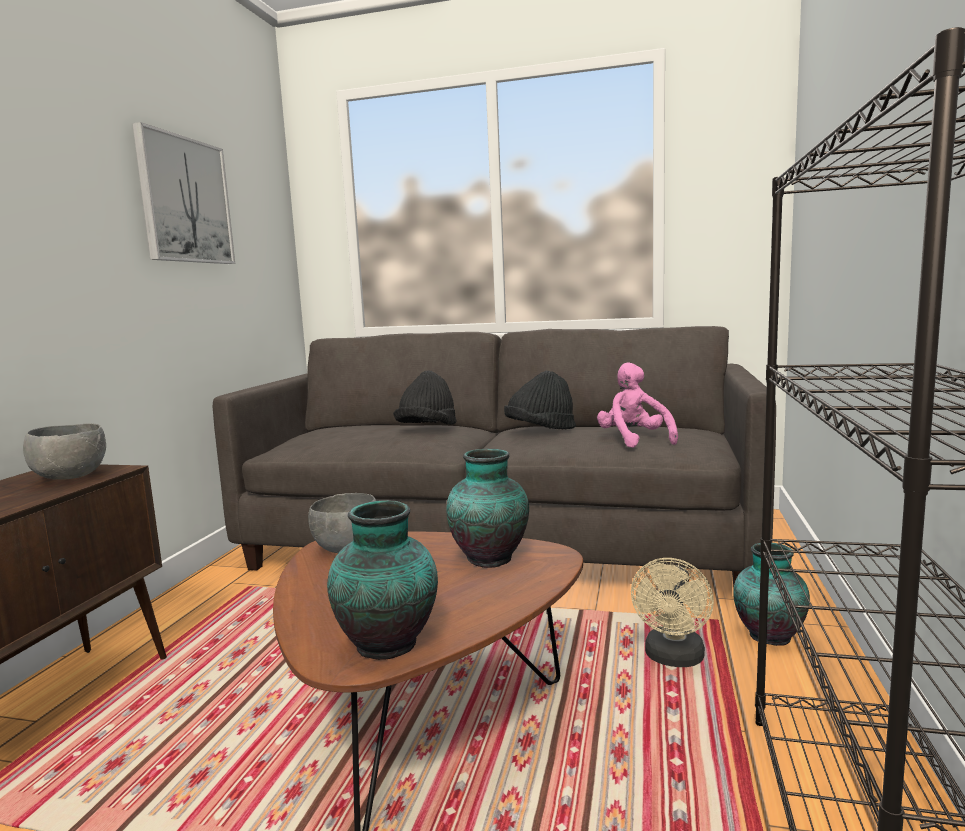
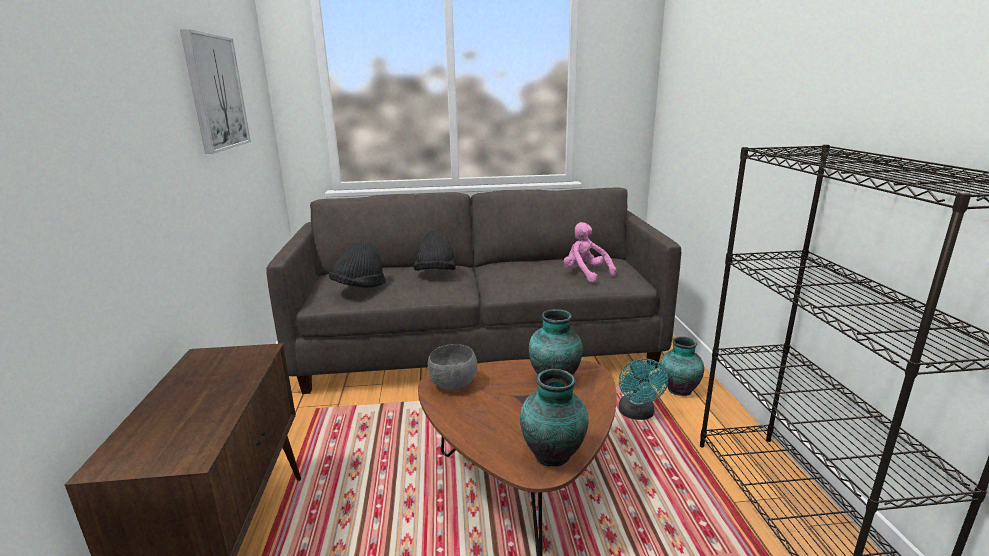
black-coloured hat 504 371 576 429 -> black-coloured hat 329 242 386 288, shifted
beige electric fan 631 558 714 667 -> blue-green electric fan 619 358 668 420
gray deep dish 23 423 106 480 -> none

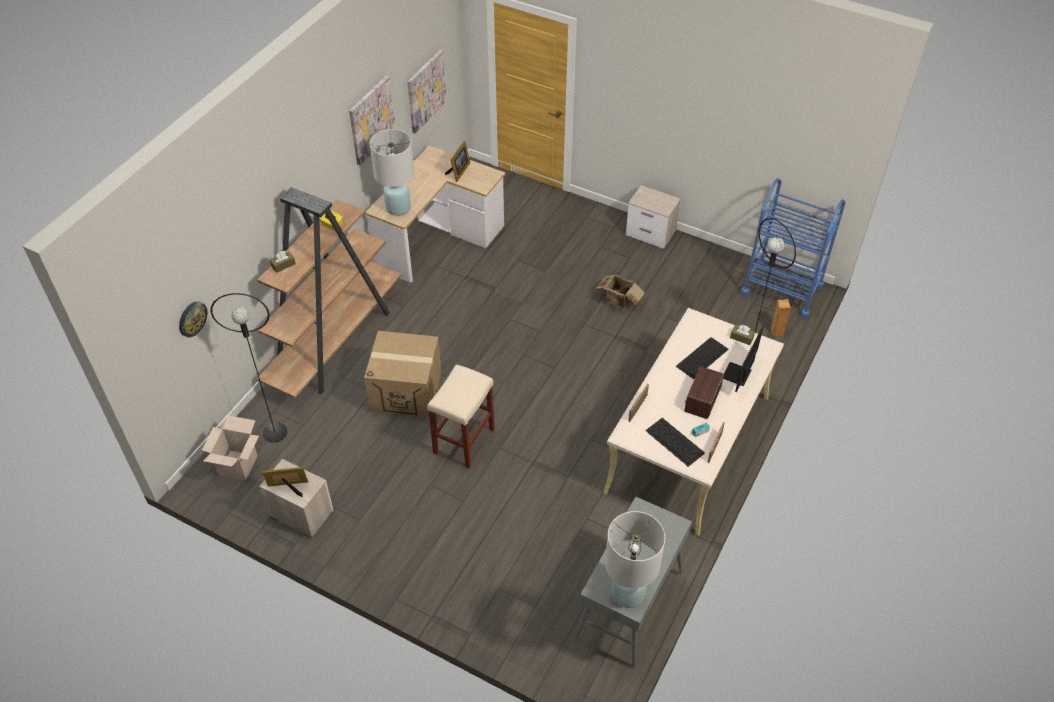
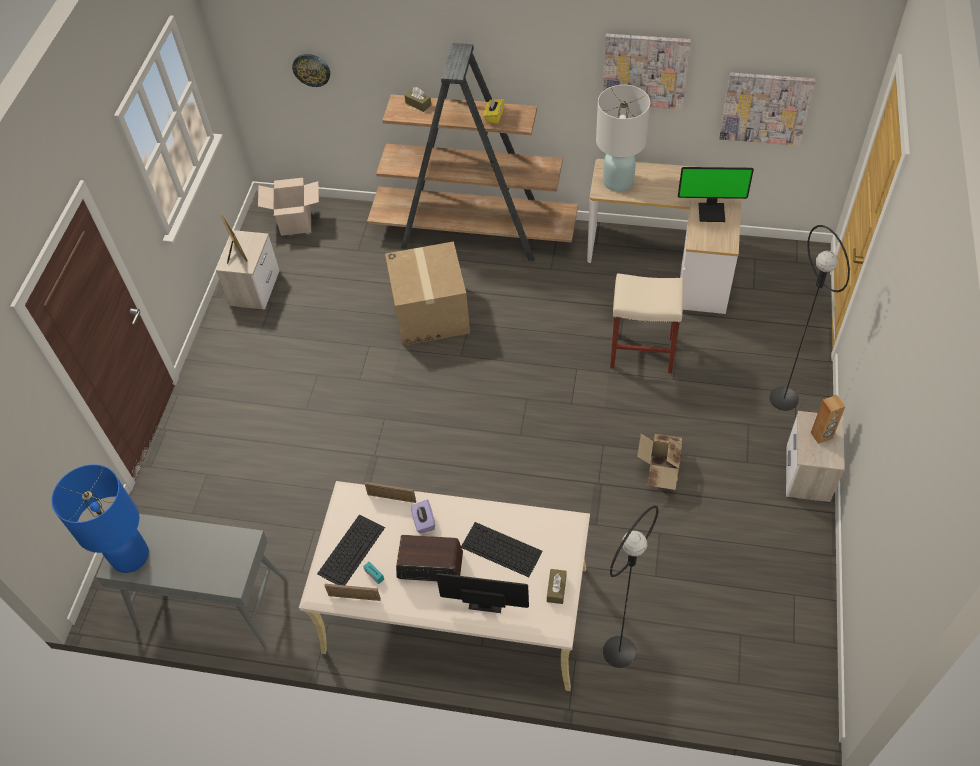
whitish lamp for a table 605 511 665 608 -> blue-coloured lamp for a table 51 464 149 573
none -> purple-coloured tissue box 411 500 435 534
beige sitting stool 427 364 495 468 -> beige sitting stool 610 273 684 373, shifted
photo frame 445 141 470 182 -> monitor 678 167 754 222
black-coloured standard lamp 210 293 287 443 -> black-coloured standard lamp 770 225 850 411, shifted
brownish audio speaker 770 299 790 337 -> brownish audio speaker 811 395 846 444, shifted
blue-coloured wheeled cart 741 178 846 319 -> none

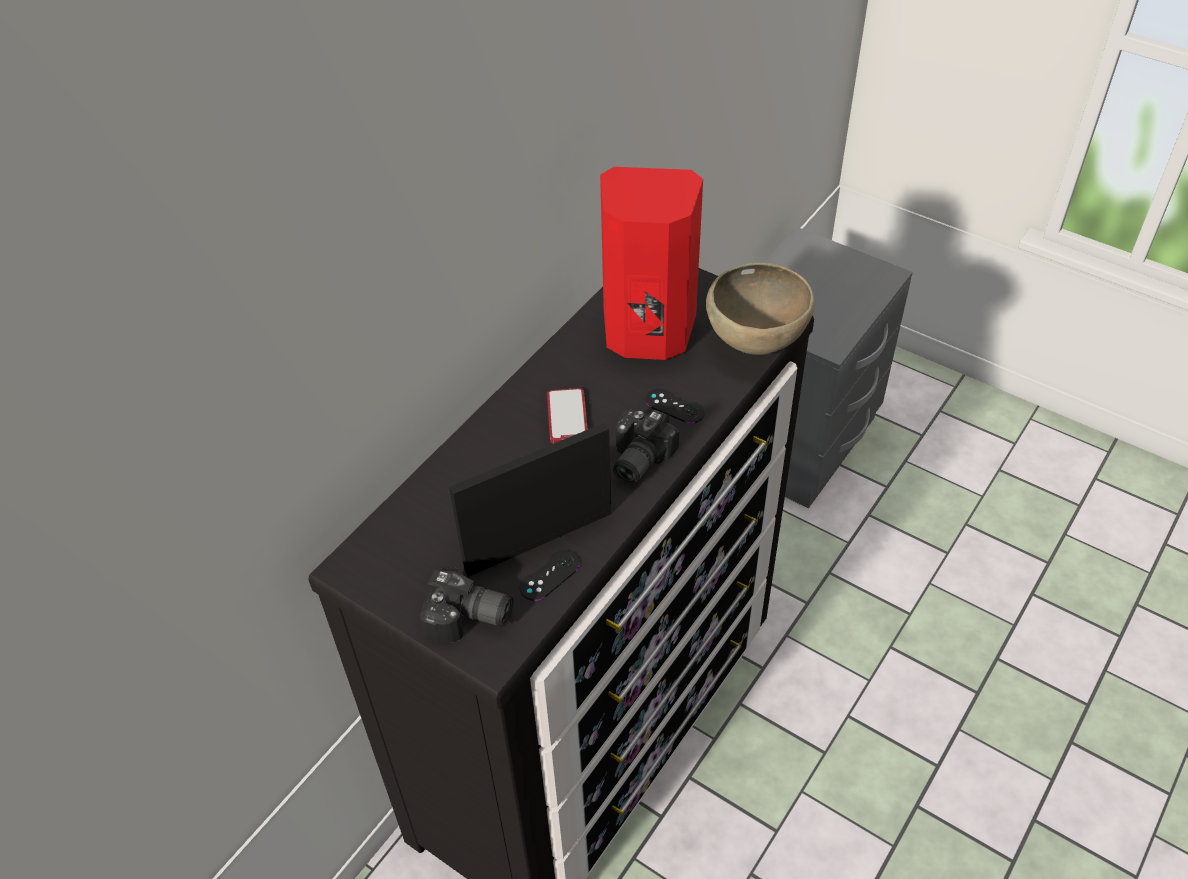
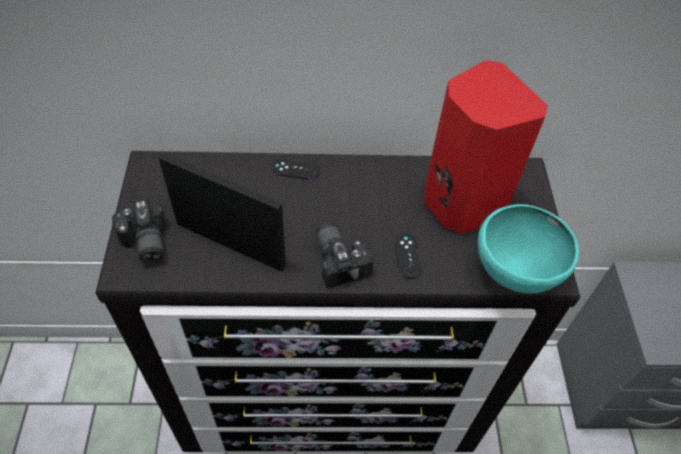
black-coloured joypad 520 550 580 601 -> black-coloured joypad 272 159 320 180, shifted
photo camera 613 409 679 485 -> photo camera 316 223 374 288, 75 degrees clockwise
brownish deep dish 706 263 815 355 -> blue-green deep dish 478 204 579 293
handset 547 388 588 444 -> none

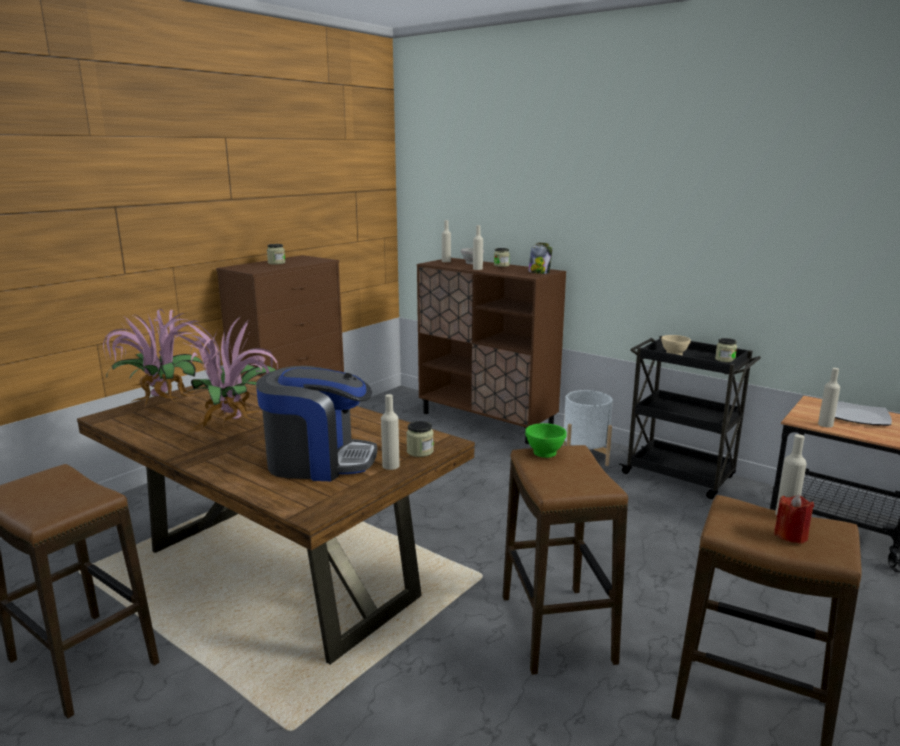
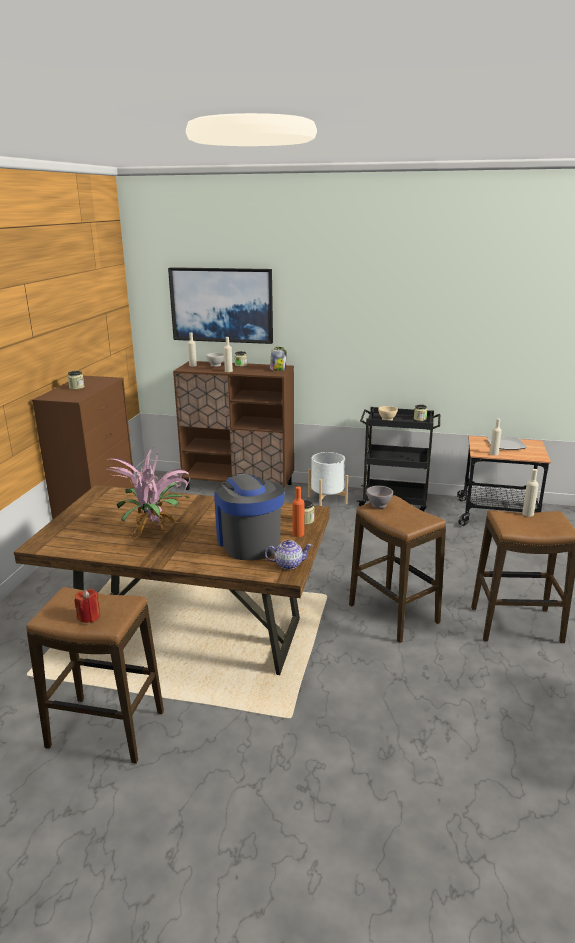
red-coloured candle 774 495 814 544 -> red-coloured candle 75 589 100 623, shifted
none -> wall art 168 267 273 344
coffee machine 256 366 377 481 -> coffee machine 214 473 285 560, 90 degrees counterclockwise
none -> tea pot 265 540 312 569
beige drink bottle 381 394 400 470 -> orangey drink bottle 292 487 304 537
green-coloured deep dish 525 423 567 458 -> gray deep dish 366 486 393 508
potted plant 103 309 203 408 -> none

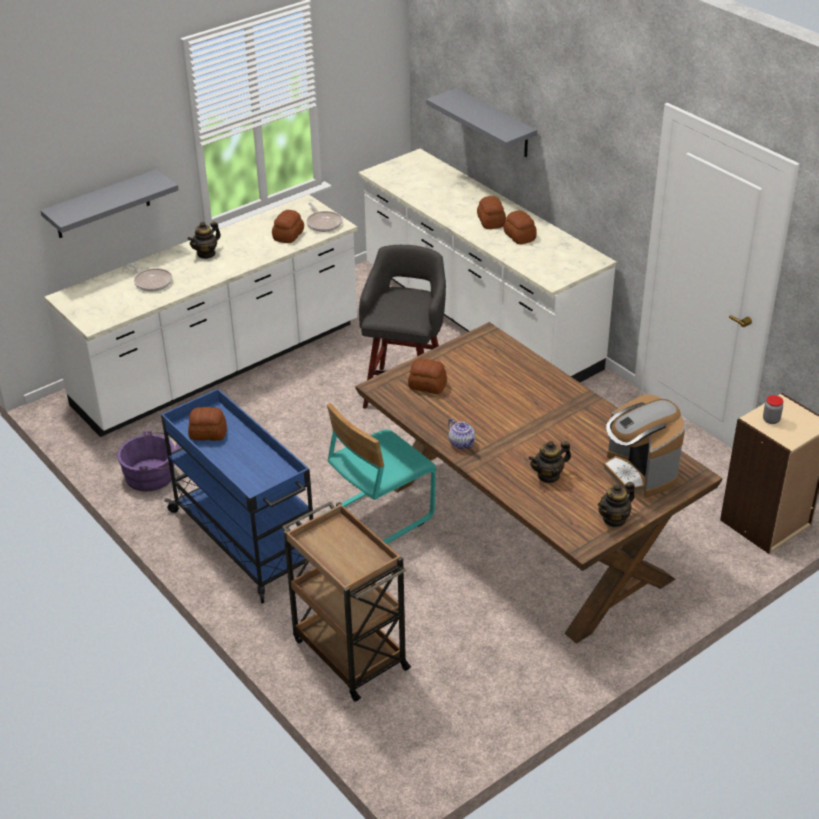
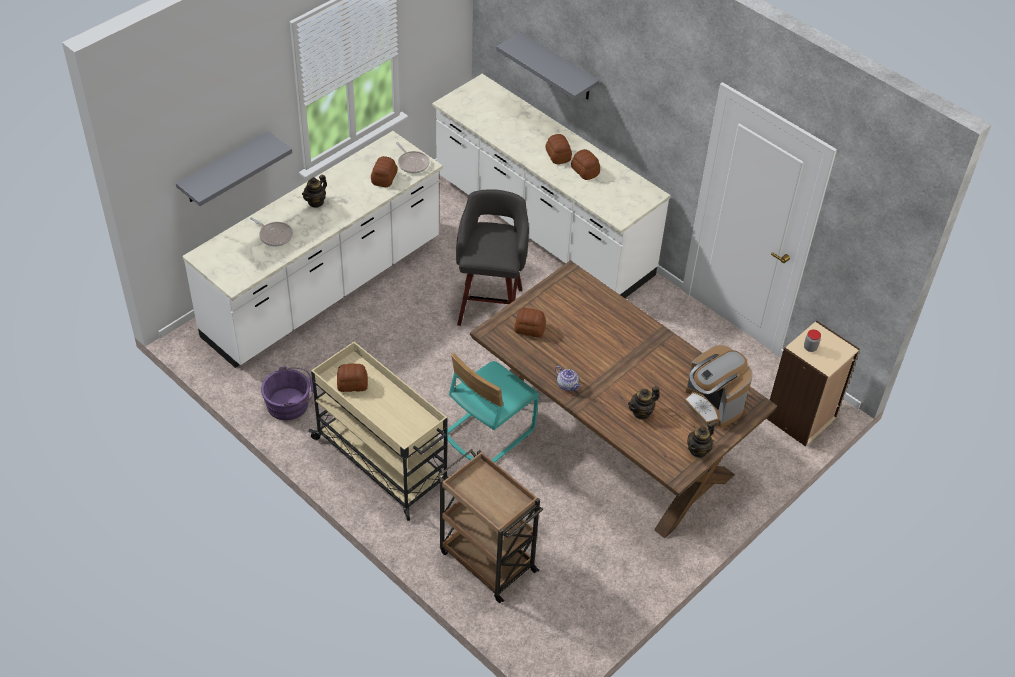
blue-coloured wheeled cart 161 389 313 604 -> beige wheeled cart 308 342 448 521

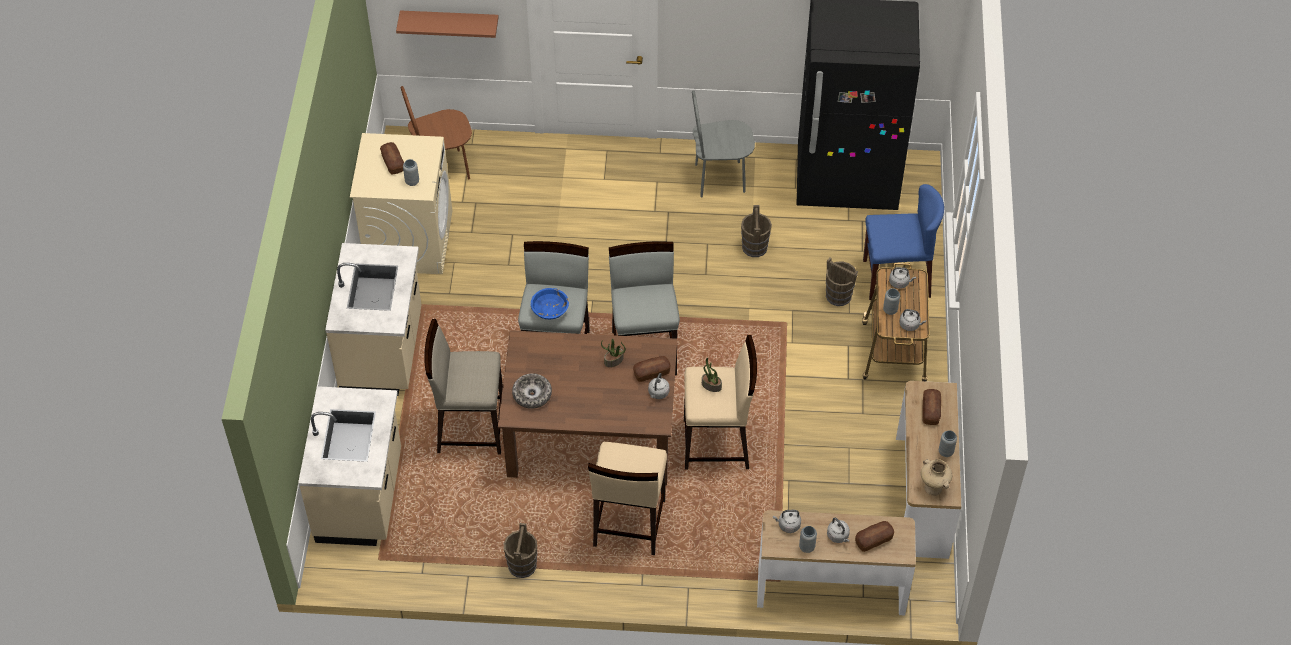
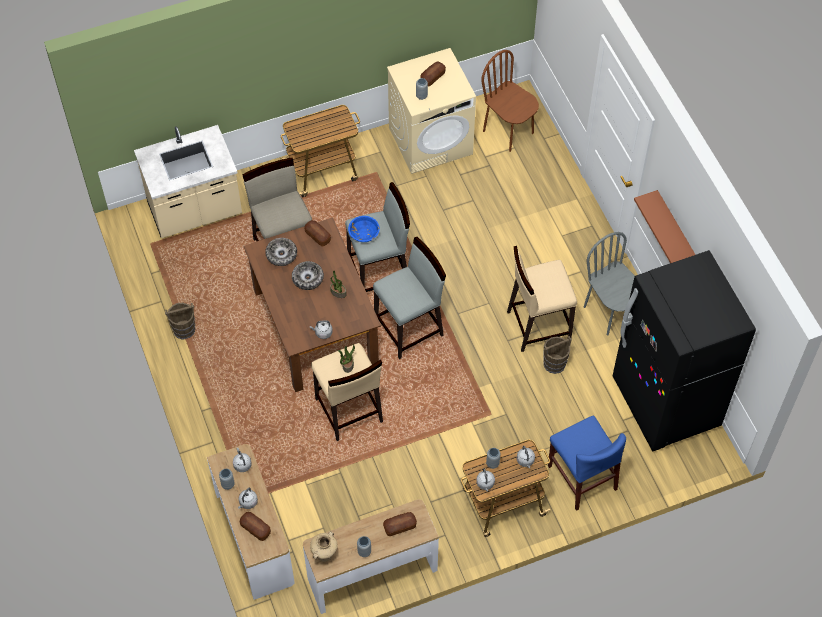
beige kitchen base unit 325 243 422 396 -> wheeled cart 281 105 360 197
none -> deep dish 292 261 324 290
bakery bread 633 356 670 382 -> bakery bread 304 220 331 247, shifted
beige sitting stool 588 442 667 555 -> beige sitting stool 507 246 577 352, shifted
brownish shelf 396 10 499 38 -> brownish shelf 634 190 695 263, shifted
brownish bucket 826 257 858 306 -> none

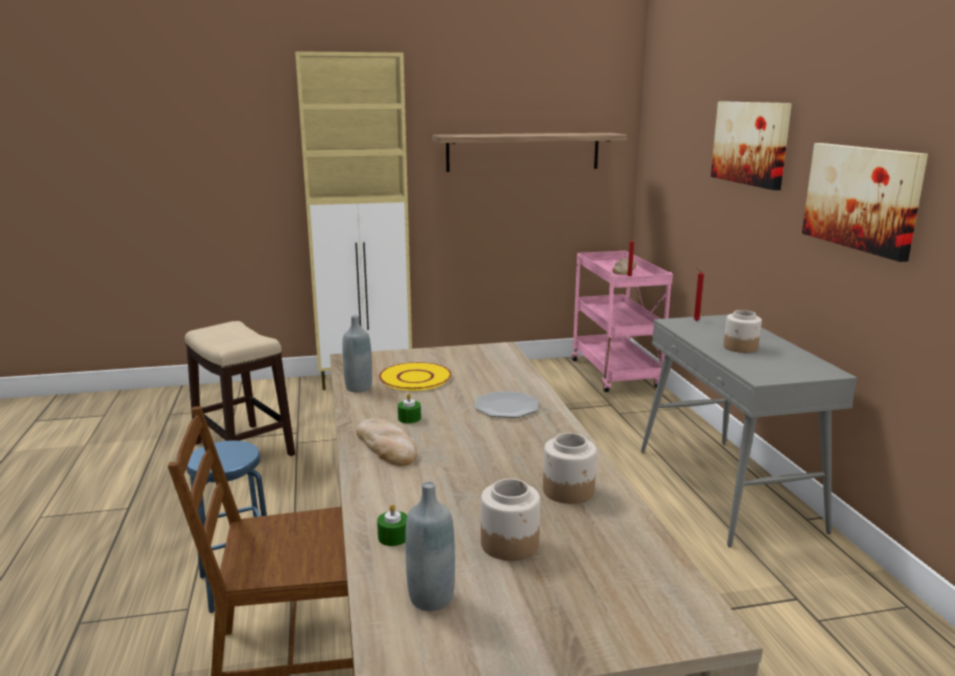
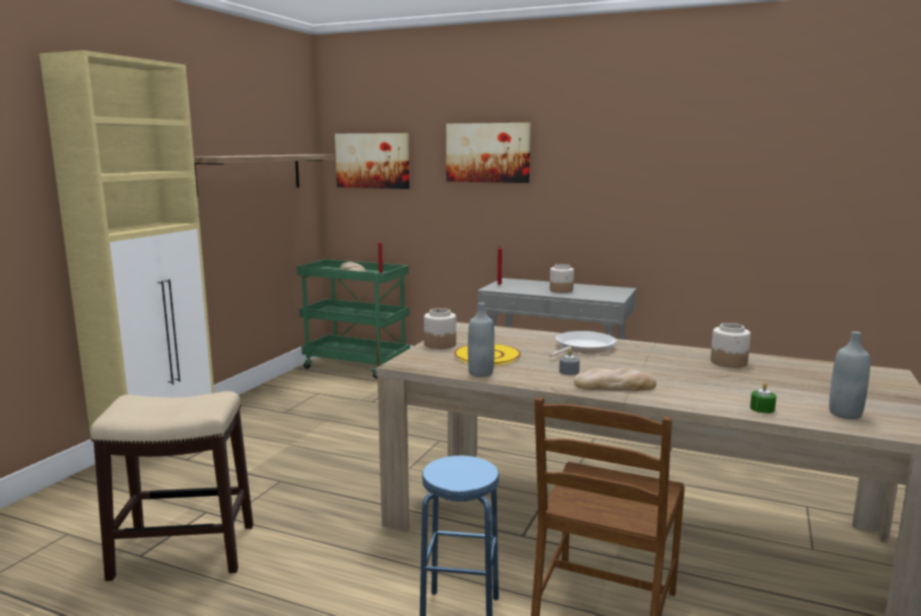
pinkish wheeled cart 572 251 673 392 -> green-coloured wheeled cart 297 259 410 379
wall art 802 143 928 262 -> wall art 335 133 410 189, shifted
jar 481 479 540 561 -> jar 424 308 456 349, shifted
plate 474 391 539 418 -> skillet 548 331 617 357
green-coloured candle 398 393 421 424 -> gray candle 559 349 580 375

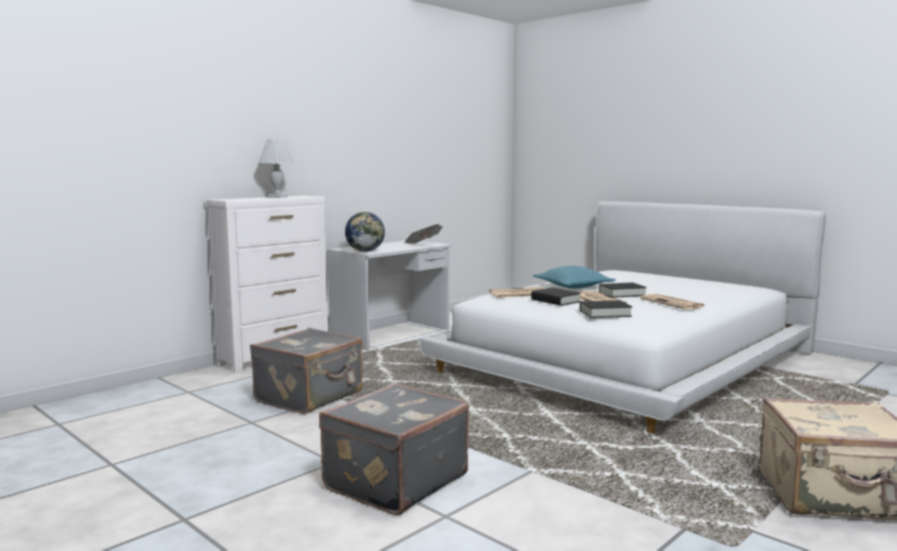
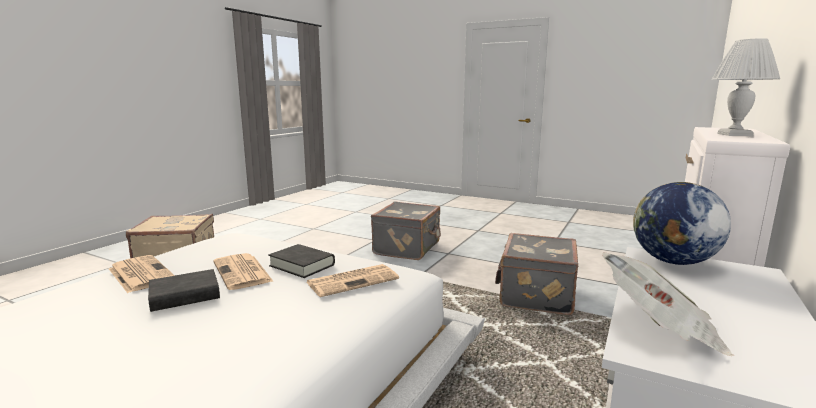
blue-green throw pillow 533 266 616 288 -> none
black-coloured bound book 580 300 632 318 -> none

